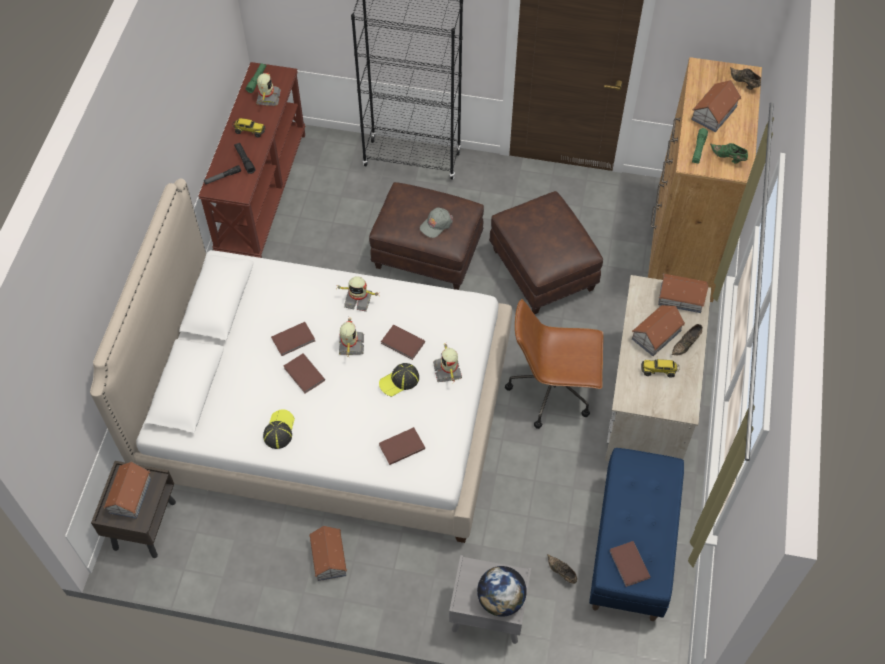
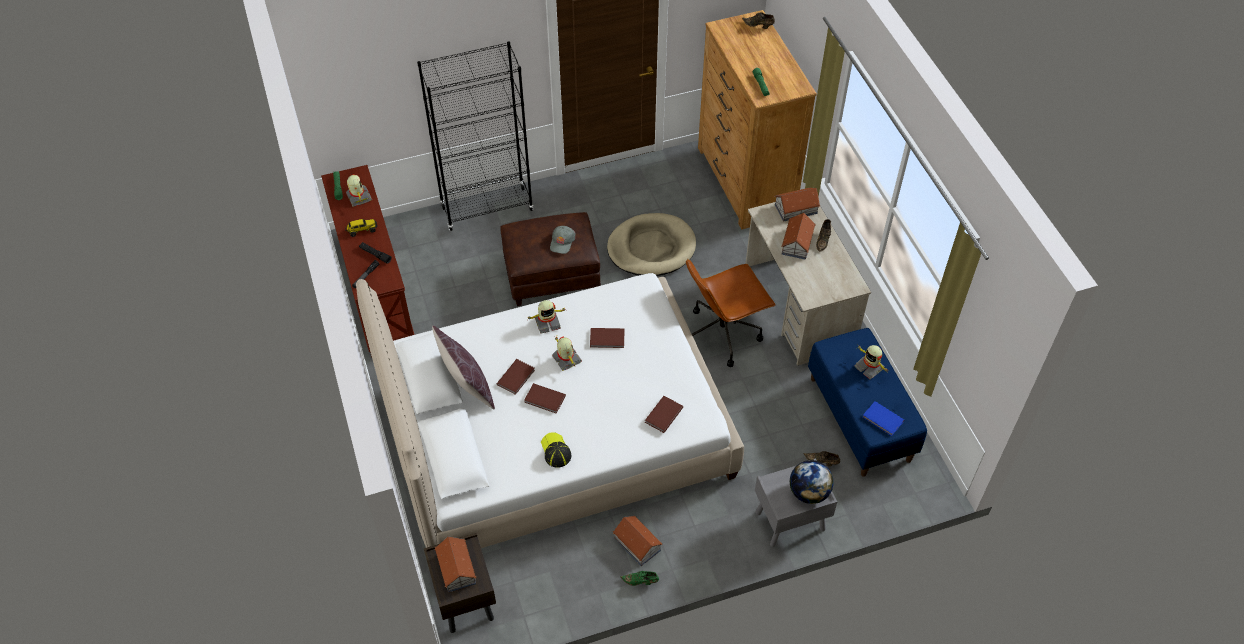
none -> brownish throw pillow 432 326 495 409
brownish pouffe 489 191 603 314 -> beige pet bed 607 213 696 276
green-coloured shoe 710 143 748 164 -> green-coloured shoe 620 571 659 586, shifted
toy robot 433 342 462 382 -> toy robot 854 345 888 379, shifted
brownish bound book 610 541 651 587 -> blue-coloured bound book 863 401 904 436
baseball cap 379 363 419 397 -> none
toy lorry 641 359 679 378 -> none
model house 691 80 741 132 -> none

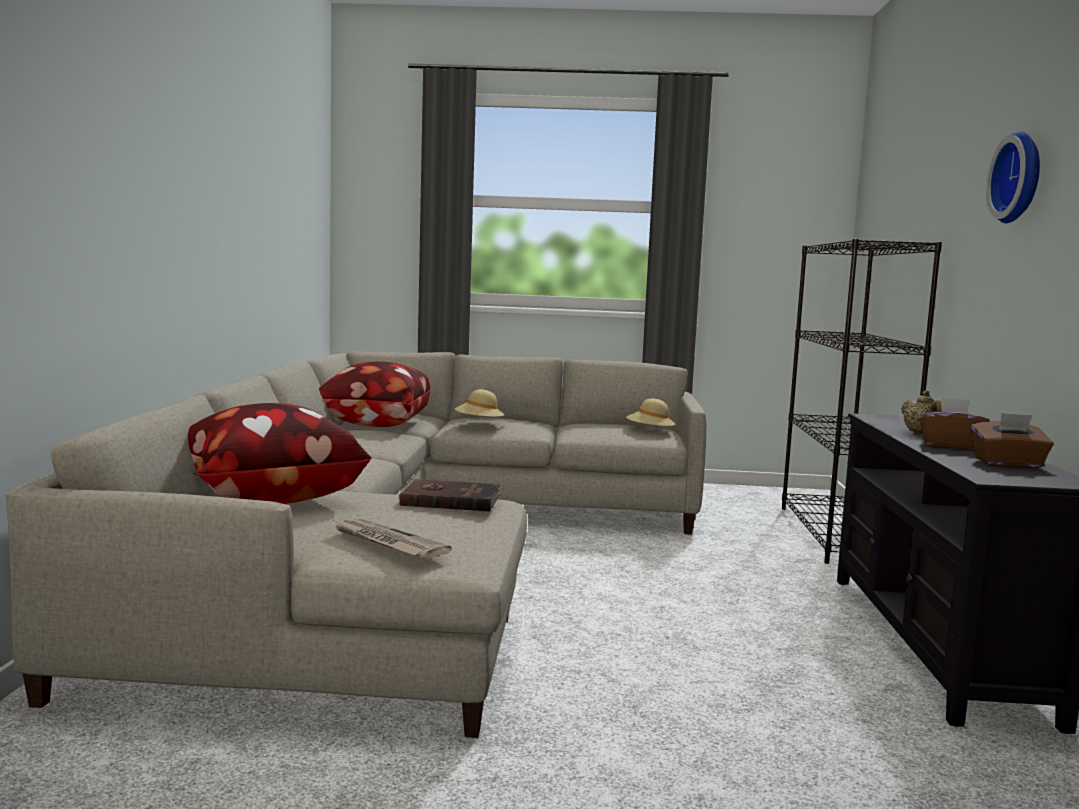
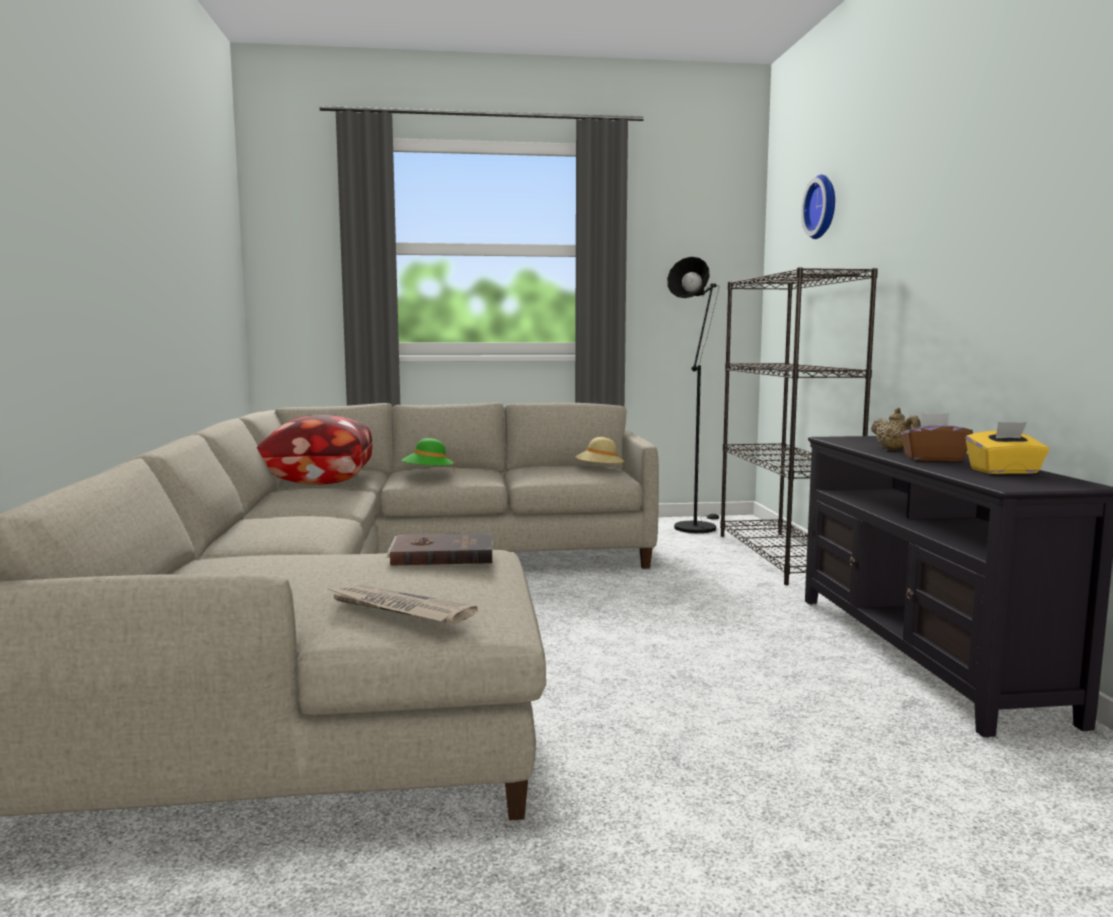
beige hat 455 389 505 417 -> green-coloured hat 402 438 454 468
none -> black-coloured standard lamp 667 257 719 533
hanging clock 986 131 1040 223 -> hanging clock 801 174 835 239, shifted
brownish tissue box 971 413 1054 468 -> yellowish tissue box 965 422 1049 474
throw pillow 188 403 372 504 -> none

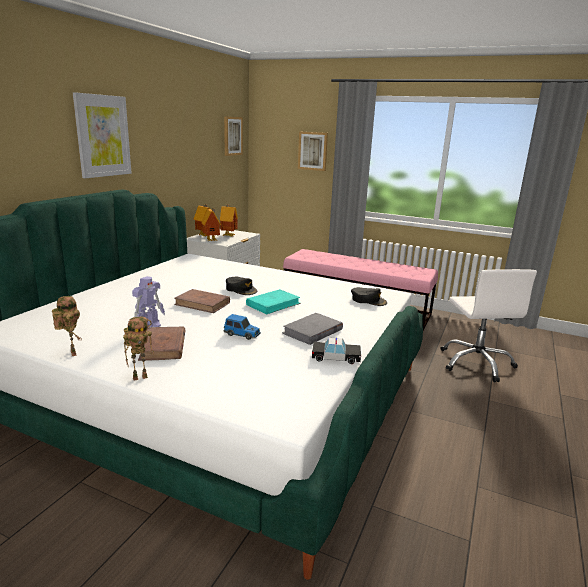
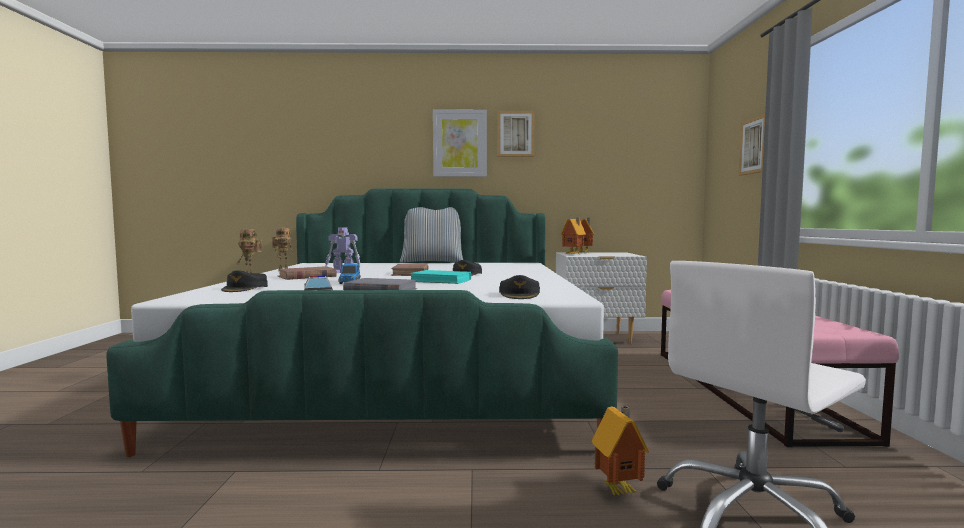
none -> black-coloured baseball cap 221 270 268 292
none -> throw pillow 400 207 463 263
wall art 224 116 243 156 -> wall art 497 111 535 157, shifted
model house 220 205 238 237 -> model house 592 406 649 497, shifted

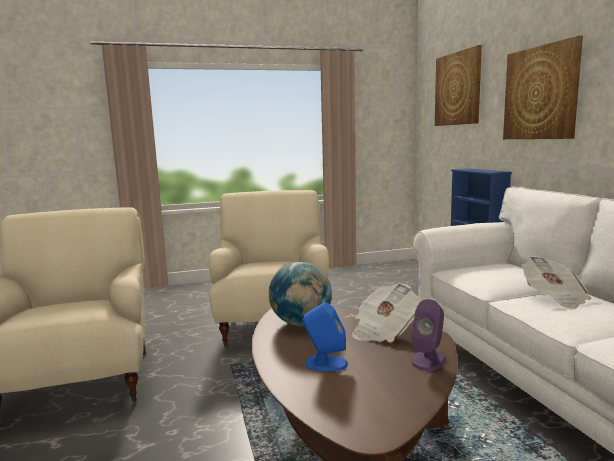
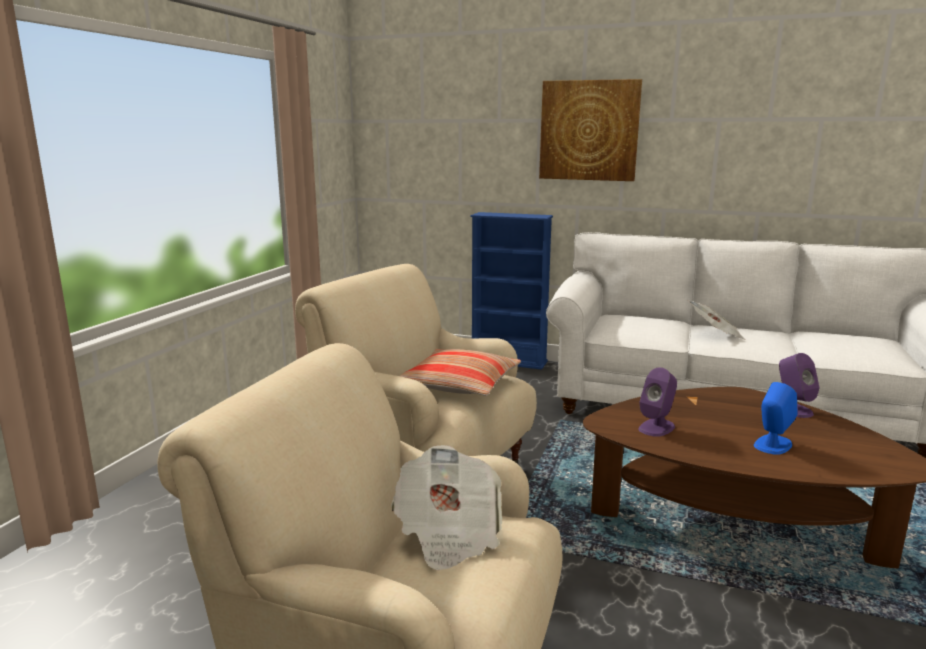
newspaper 352 283 422 342 -> newspaper 391 445 502 570, shifted
none -> throw pillow 400 349 521 396
world globe 269 262 332 326 -> purple-coloured audio speaker 639 367 677 437
wall art 435 45 482 126 -> none

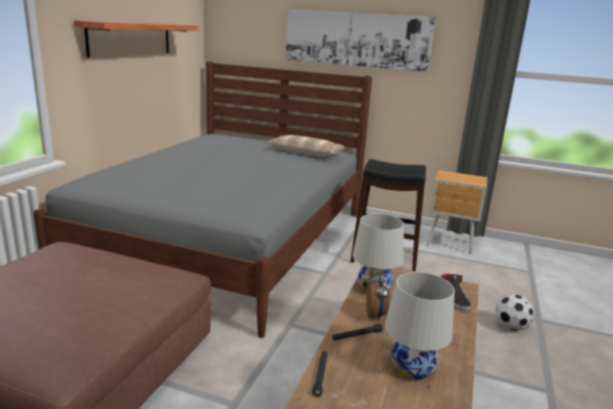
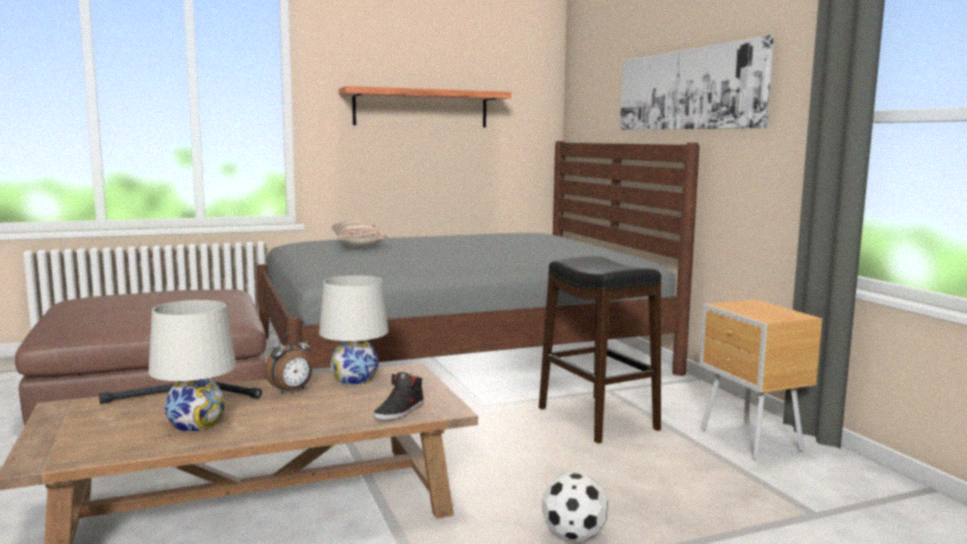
throw pillow 267 135 345 157 -> throw pillow 331 220 387 247, shifted

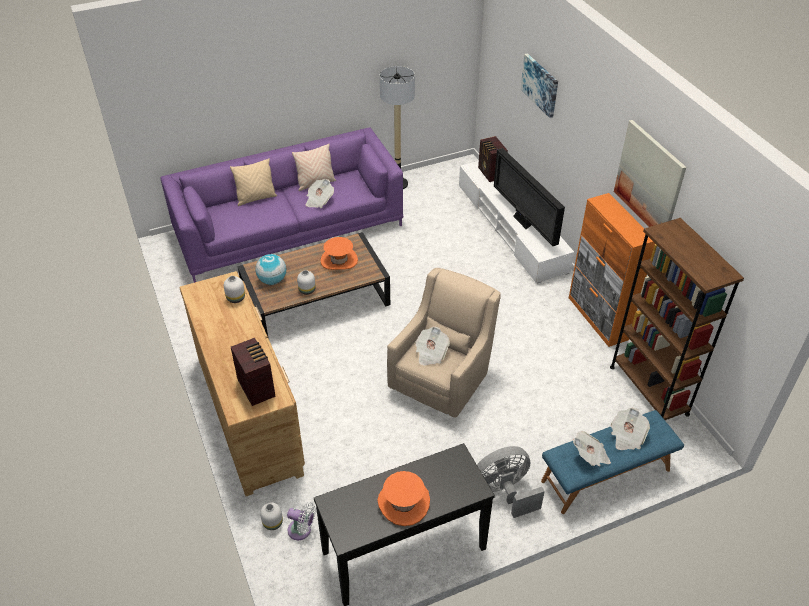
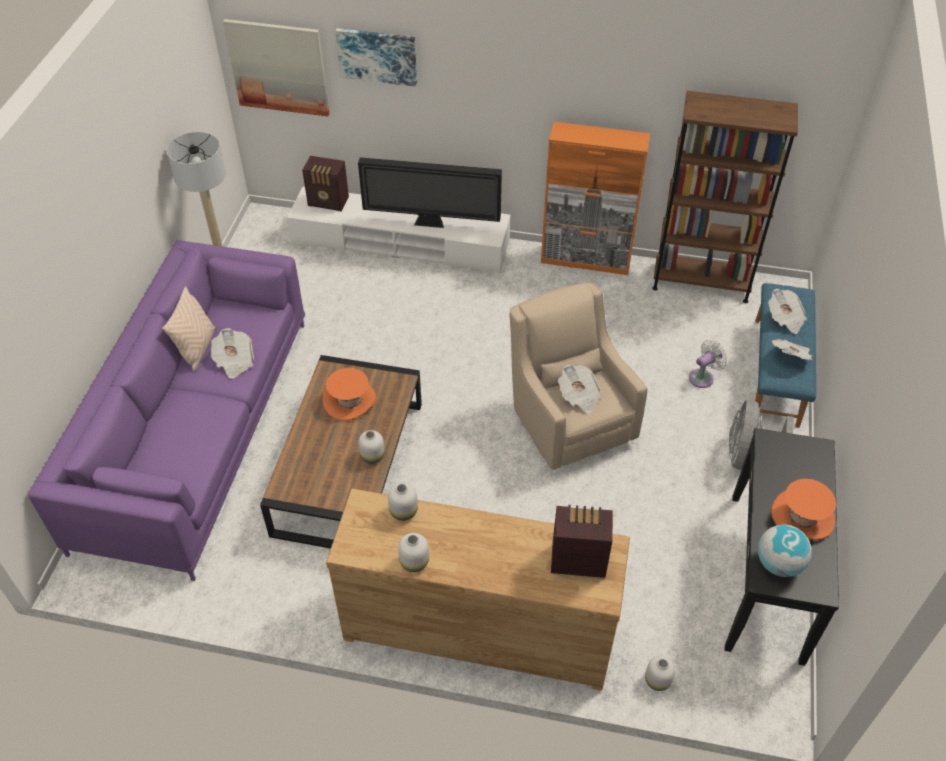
wall art 614 120 686 227 -> wall art 223 19 329 116, shifted
none -> whitish decorative vase 398 533 429 572
whitish electric fan 287 502 316 540 -> whitish electric fan 689 340 728 388, shifted
world globe 255 254 286 285 -> world globe 758 524 812 577, shifted
beige throw pillow 230 158 277 206 -> none

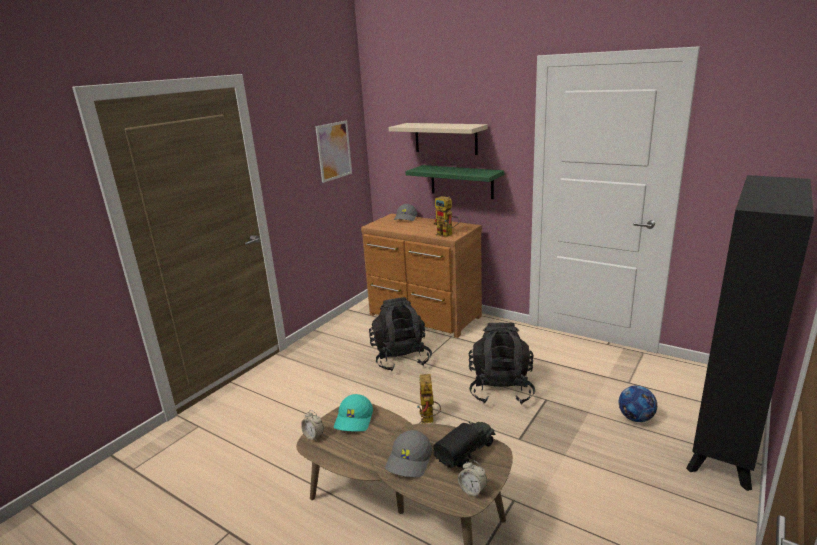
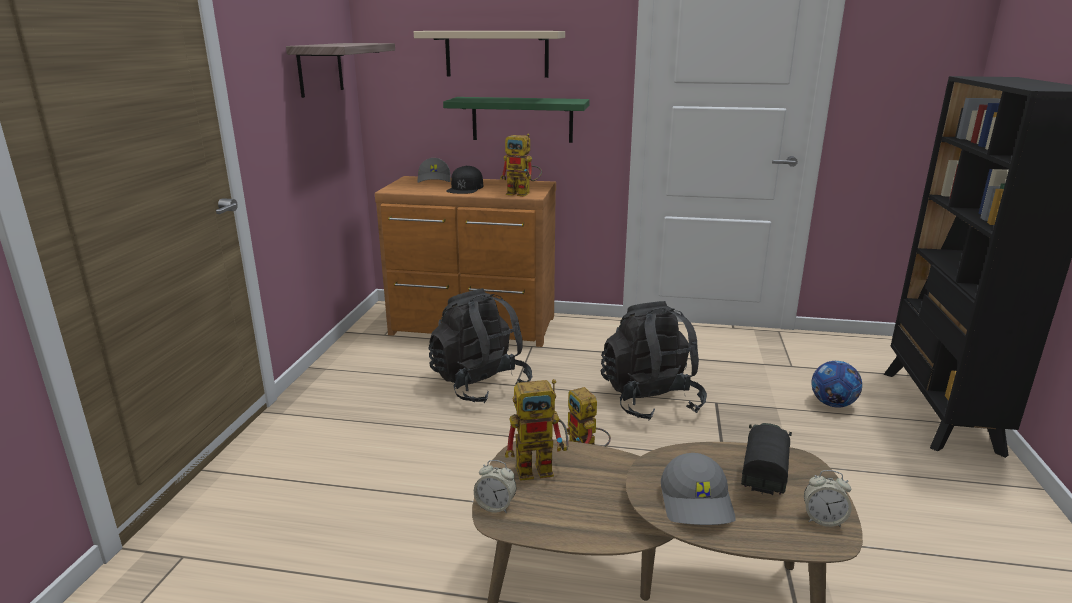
wall art 315 121 352 183 -> shelf 286 43 395 98
none -> black-coloured baseball cap 446 166 484 194
blue-green baseball cap 334 394 373 432 -> toy robot 505 379 569 481

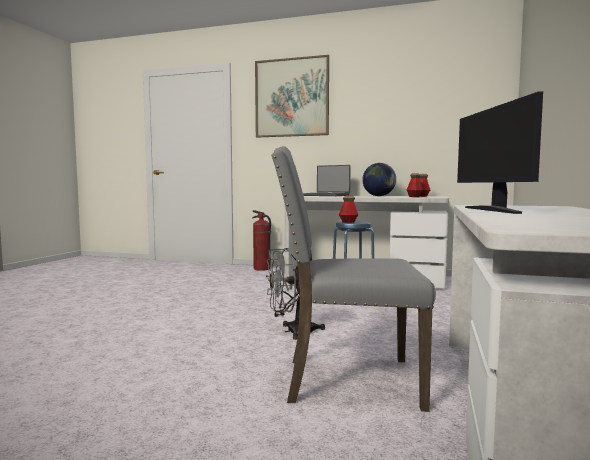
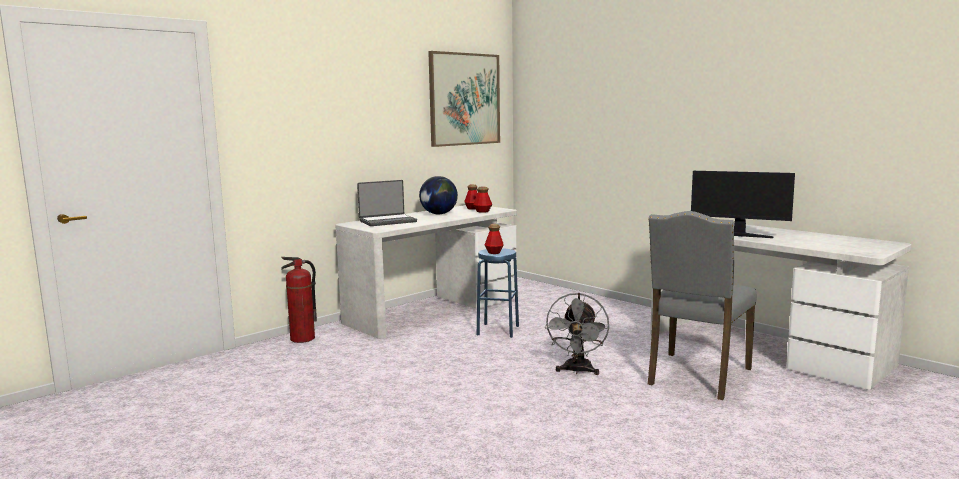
wall art 255 55 329 138 -> wall art 428 51 500 147, shifted

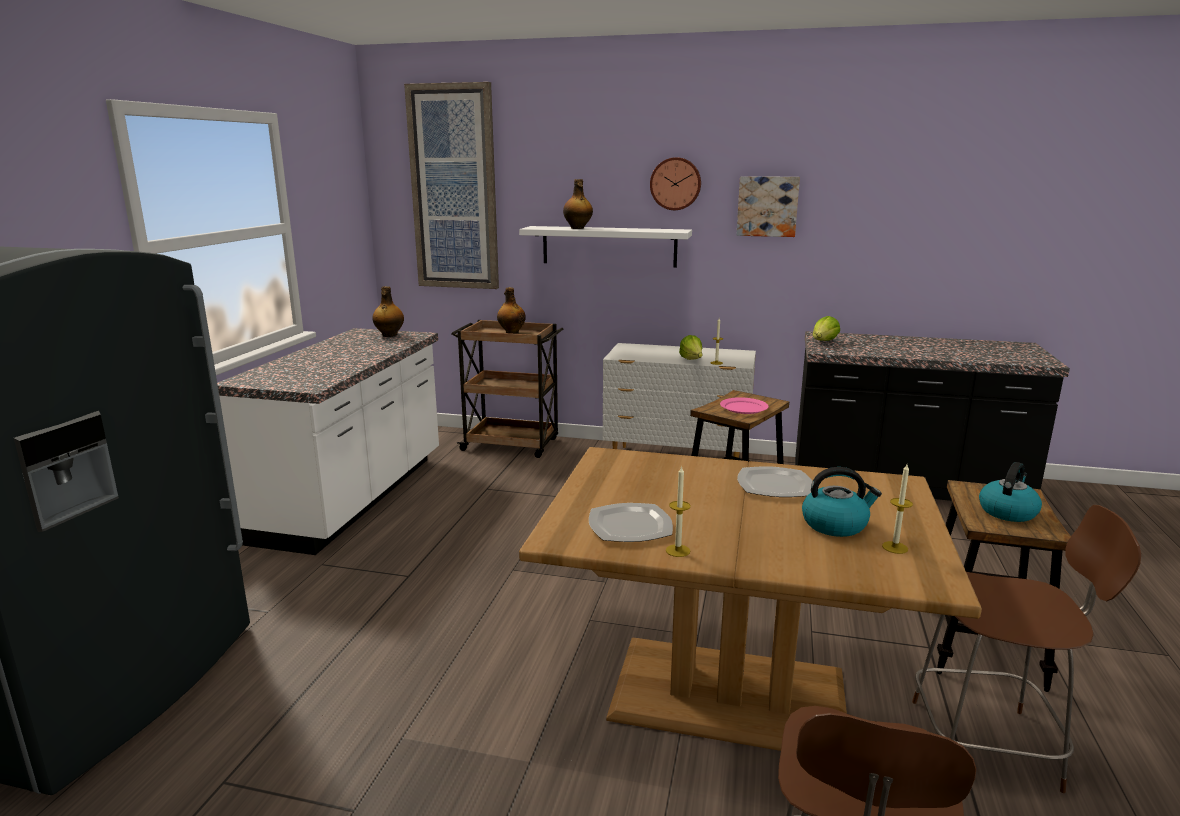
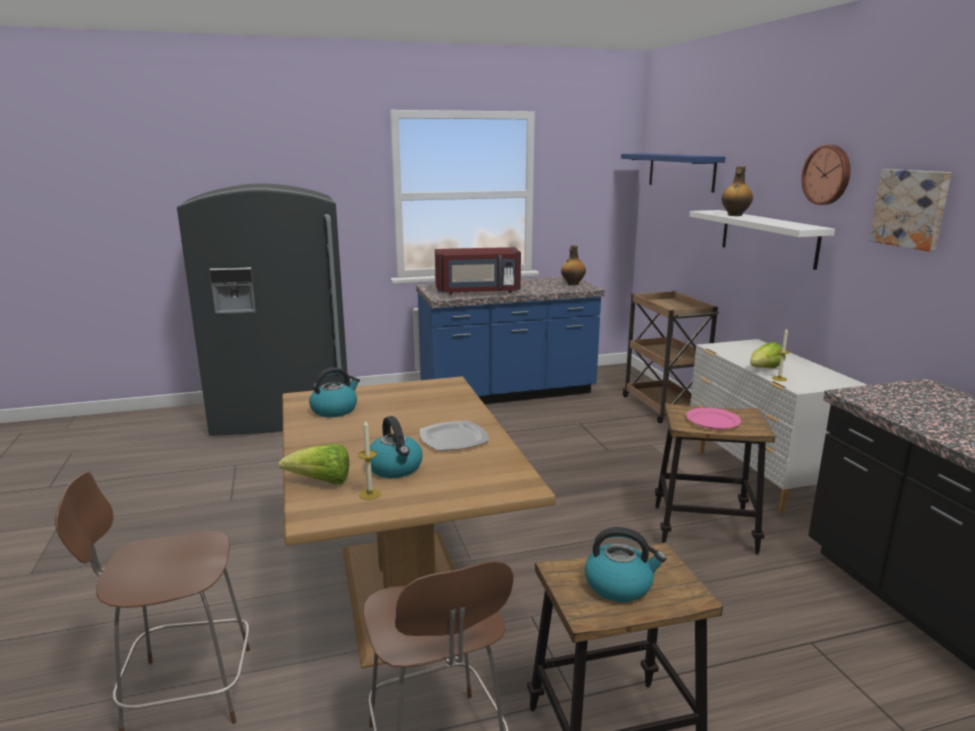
lettuce head 813 316 840 341 -> lettuce head 278 443 349 484, shifted
plate 589 503 673 542 -> tea kettle 309 367 360 417
whitish kitchen base unit 217 328 439 555 -> blue-coloured kitchen base unit 416 277 605 404
none -> red-coloured kitchen microwave 435 247 521 295
wall art 404 82 499 289 -> blue-coloured shelf 621 154 725 193
drink bottle 497 287 526 334 -> none
candle 666 465 691 557 -> none

